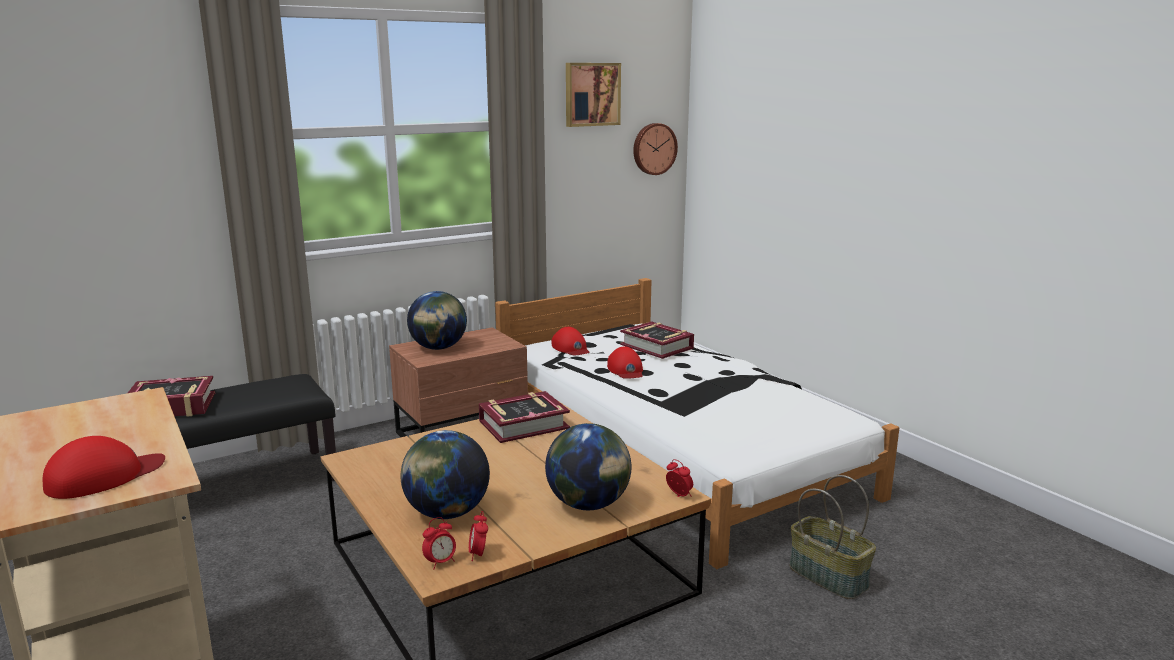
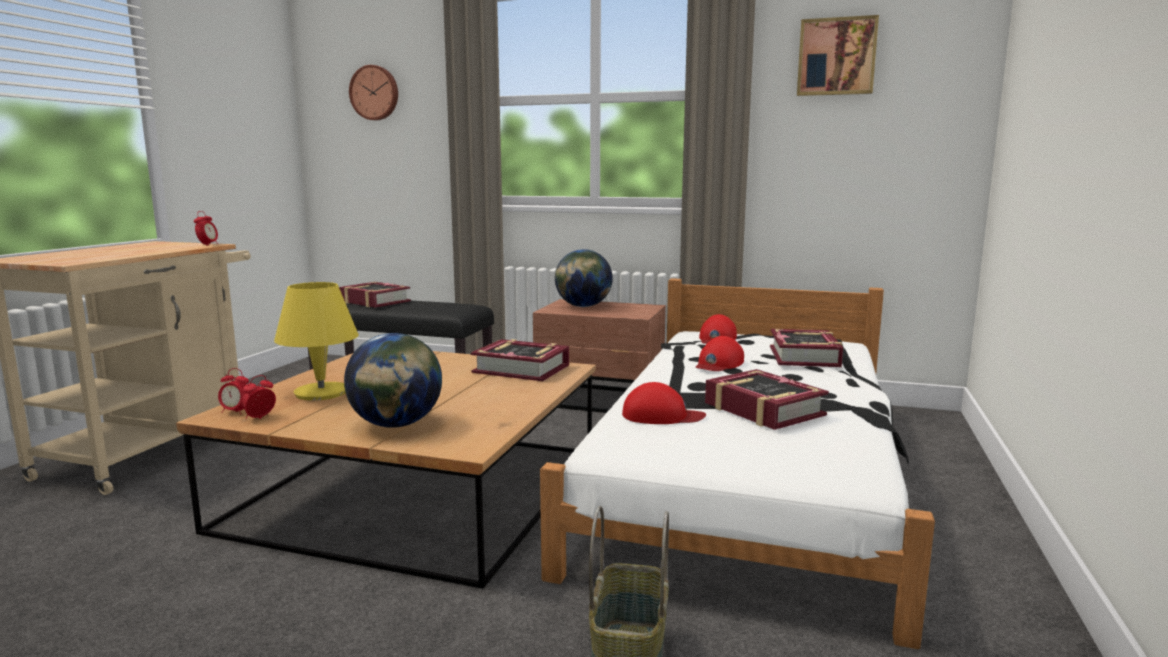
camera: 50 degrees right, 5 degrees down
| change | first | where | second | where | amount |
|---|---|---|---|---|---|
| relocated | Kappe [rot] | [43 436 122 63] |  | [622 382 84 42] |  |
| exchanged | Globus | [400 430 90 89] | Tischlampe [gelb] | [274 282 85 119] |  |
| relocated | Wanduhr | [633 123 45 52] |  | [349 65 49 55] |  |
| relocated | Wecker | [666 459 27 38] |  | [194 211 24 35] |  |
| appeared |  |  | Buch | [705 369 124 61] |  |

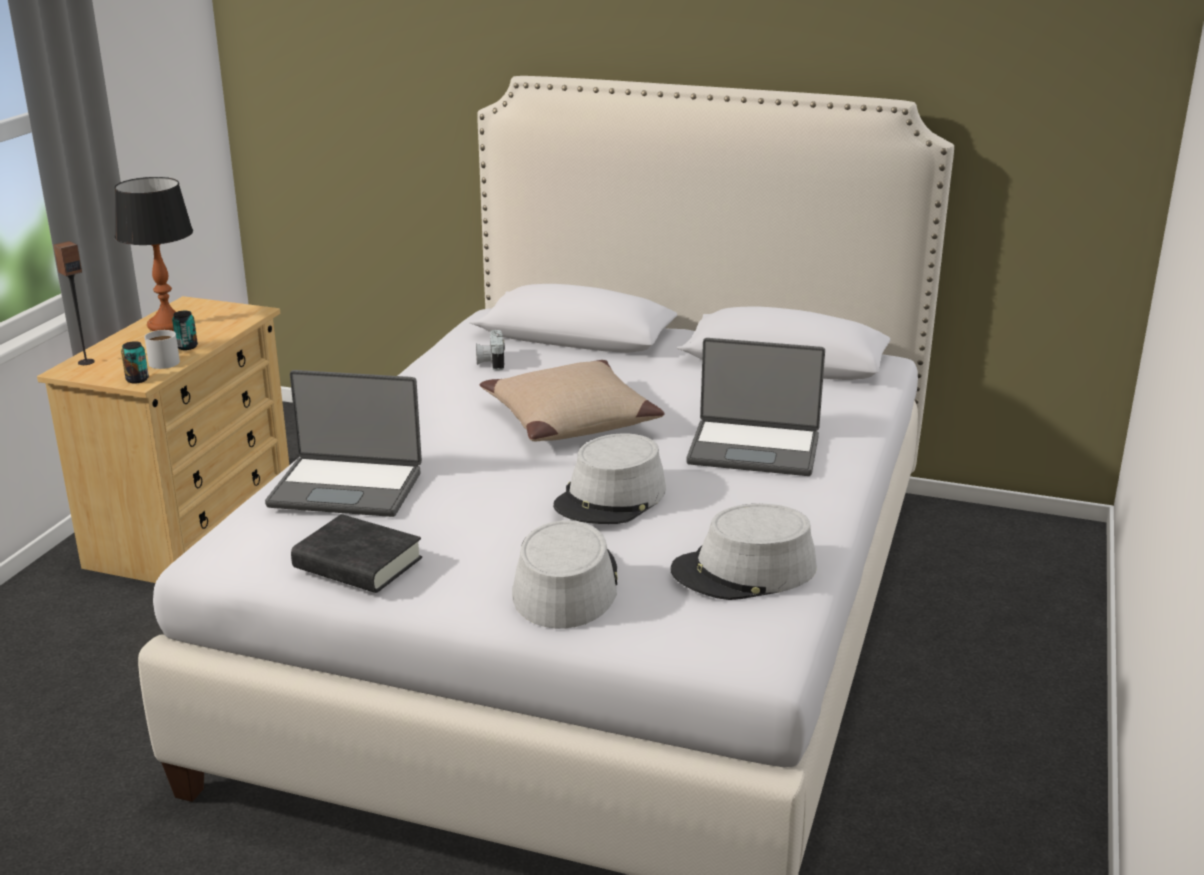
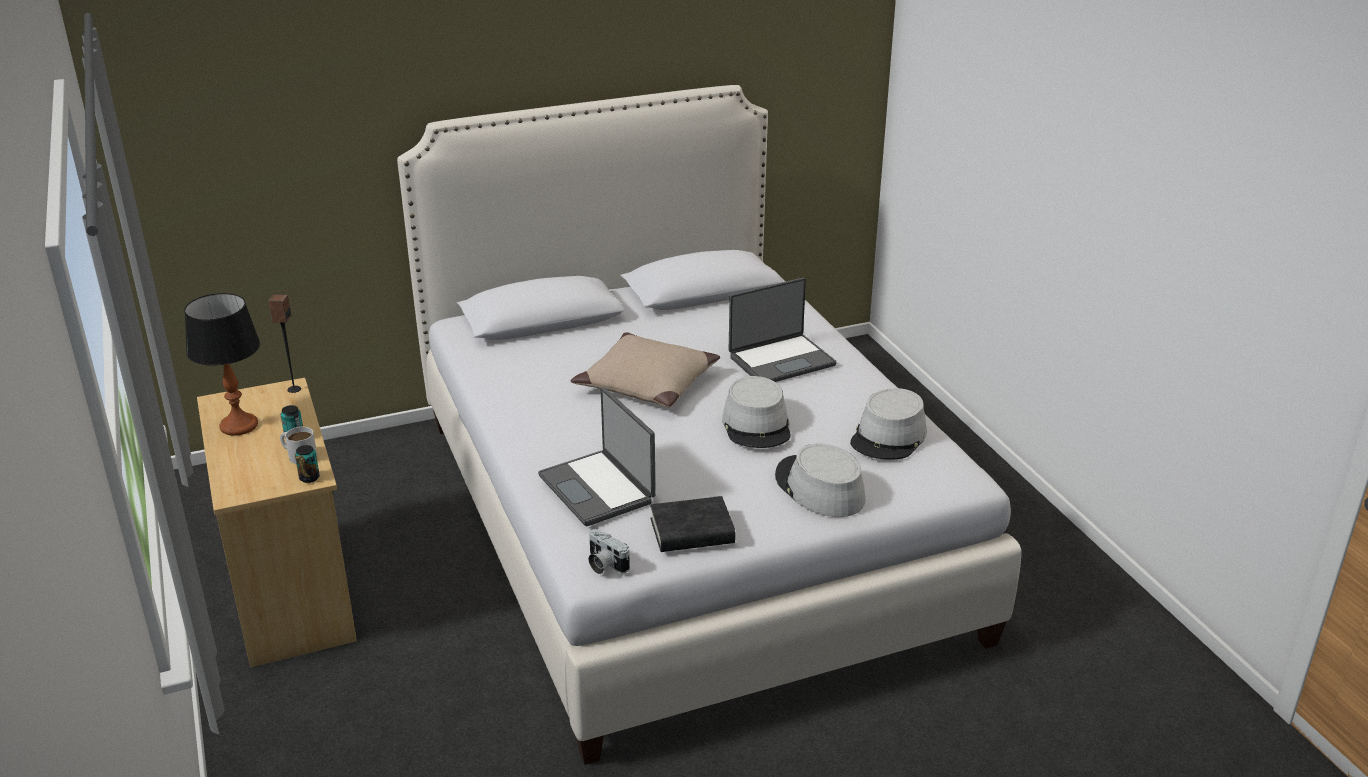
camera: 40 degrees left, 5 degrees up
| change | first | where | second | where | amount |
|---|---|---|---|---|---|
| relocated | Lautsprecher | [53 241 42 124] |  | [268 294 33 99] |  |
| spun | Laptop | [265 370 157 147] |  | [538 388 118 138] | 90 degrees clockwise |
| relocated | Kamera | [476 330 29 41] |  | [588 529 42 45] |  |

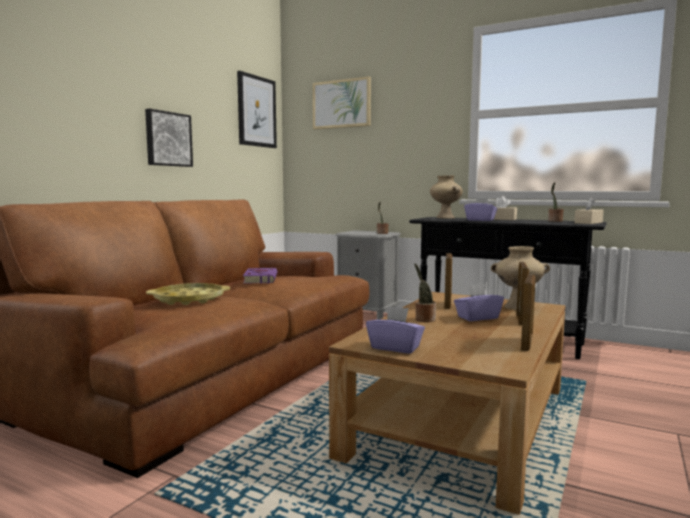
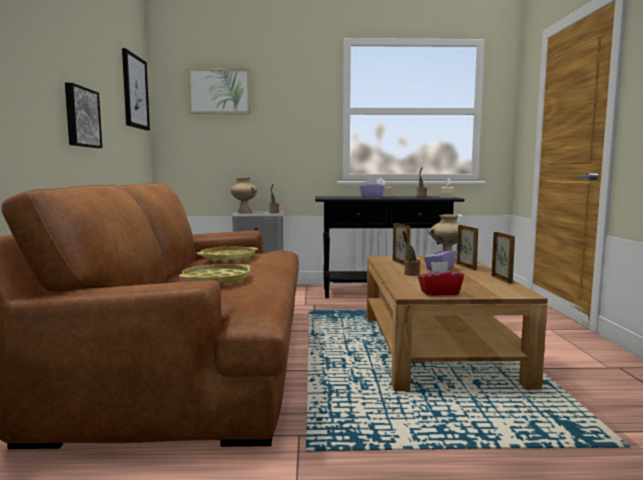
camera: 30 degrees left, 0 degrees up
| change | first | where | second | where | amount |
|---|---|---|---|---|---|
| exchanged | Buch [lila] | [243 268 34 16] | Tablett [gelb] | [197 247 61 15] |  |
| colour | Taschentuchbox [lila] | [366 306 59 48] | Taschentuchbox [rot] | [418 262 46 34] |  |
| relocated | Vase [beige] | [430 175 33 44] |  | [230 178 27 35] |  |

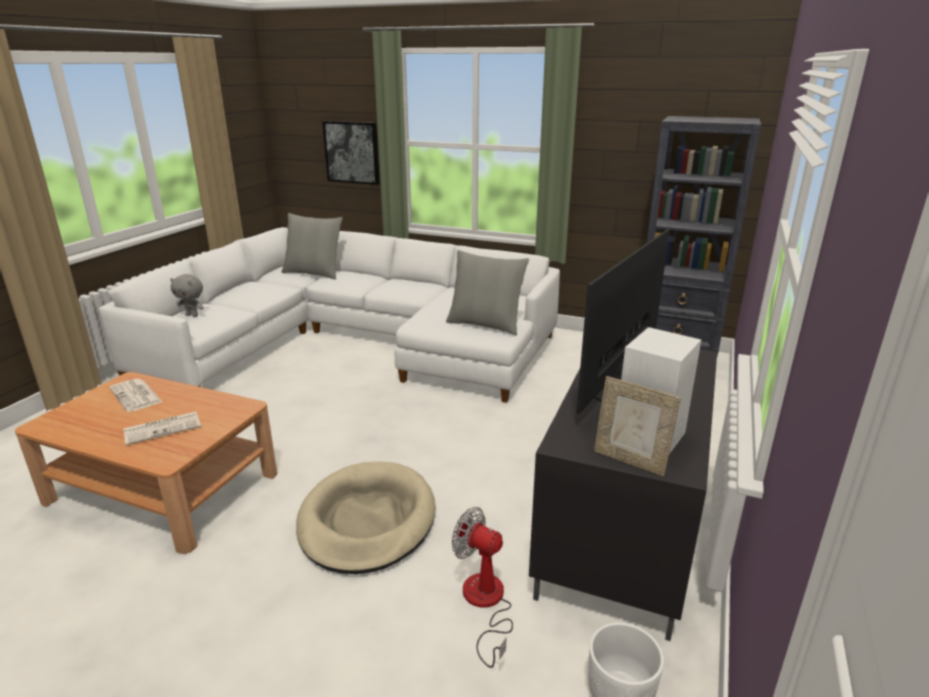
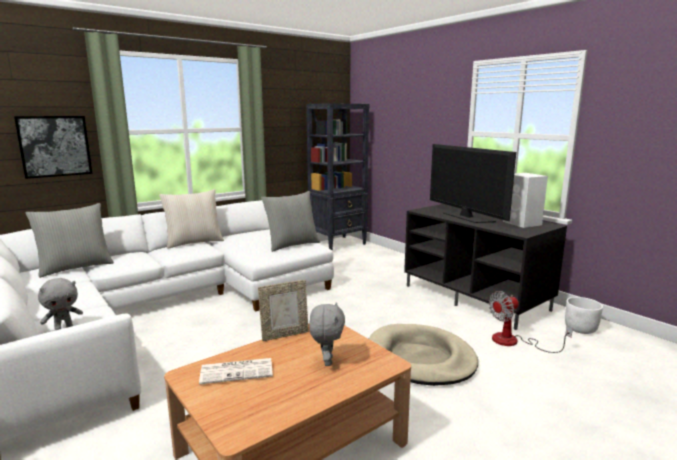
camera: 60 degrees left, 10 degrees down
| change | first | where | second | where | amount |
|---|---|---|---|---|---|
| exchanged | Zeitung | [124 412 77 33] | Plüschtier [grau] | [309 302 36 64] |  |
| relocated | Bilderrahmen | [594 376 87 100] |  | [258 280 51 61] |  |
| appeared |  |  | Kissen [beige] | [159 189 65 60] |  |

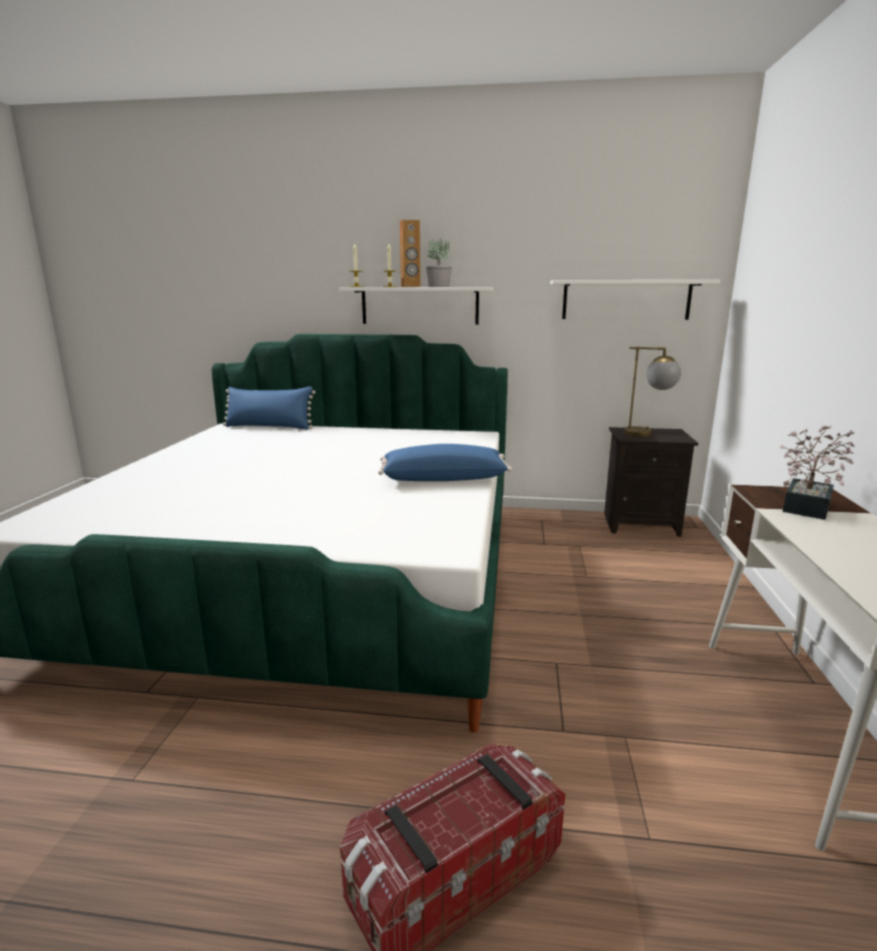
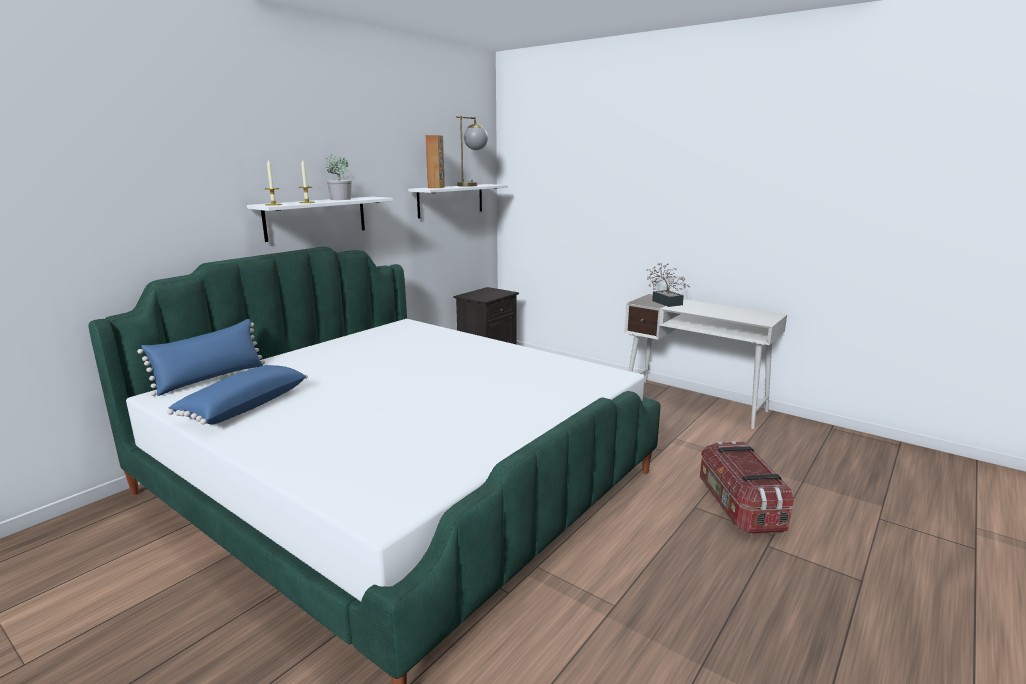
camera: 60 degrees left, 0 degrees up
| change | first | where | second | where | amount |
|---|---|---|---|---|---|
| relocated | Kissen [blau] | [378 444 134 37] |  | [167 365 141 60] |  |
| relocated | Lautsprecher [braun] | [400 220 21 67] |  | [426 135 19 53] |  |
| relocated | Tischlampe | [624 346 57 91] |  | [456 116 32 70] |  |

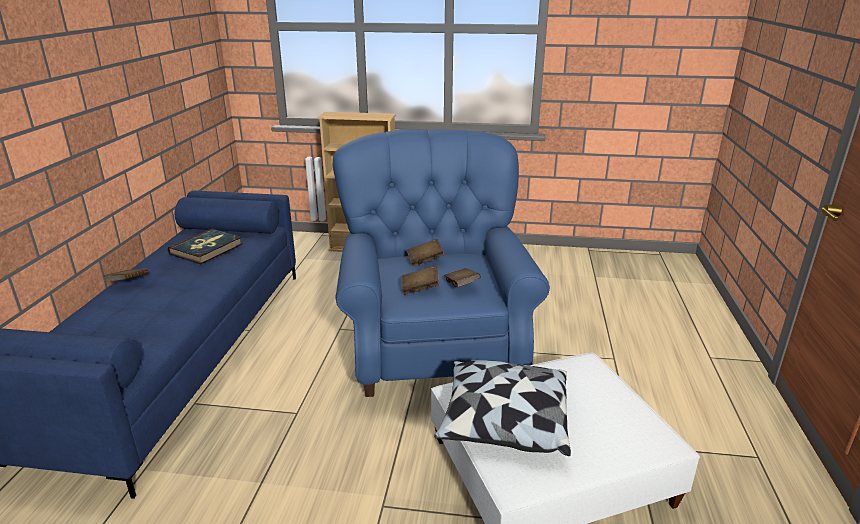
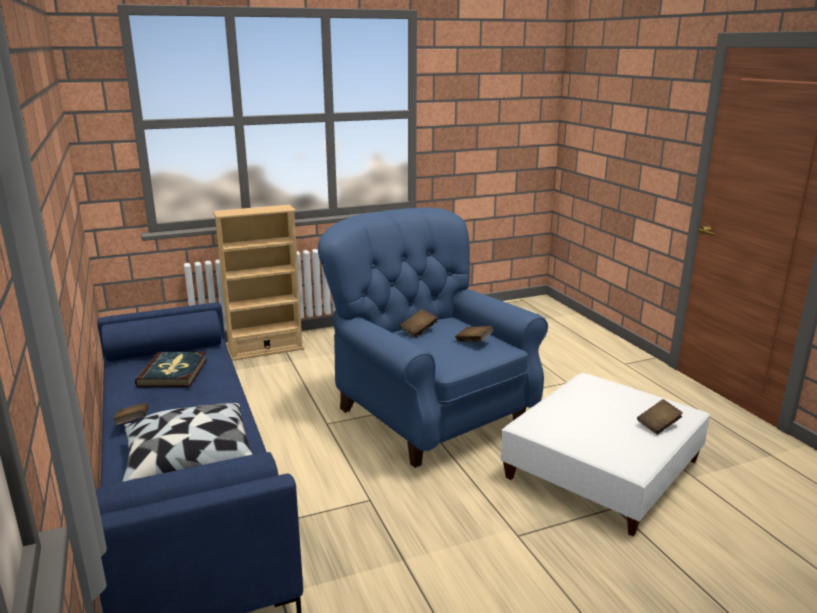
camera: 30 degrees left, 5 degrees down
| change | first | where | second | where | amount |
|---|---|---|---|---|---|
| relocated | Buch [braun] | [402 266 37 29] |  | [637 399 46 36] |  |
| relocated | Kissen | [434 360 137 96] |  | [122 403 131 79] |  |

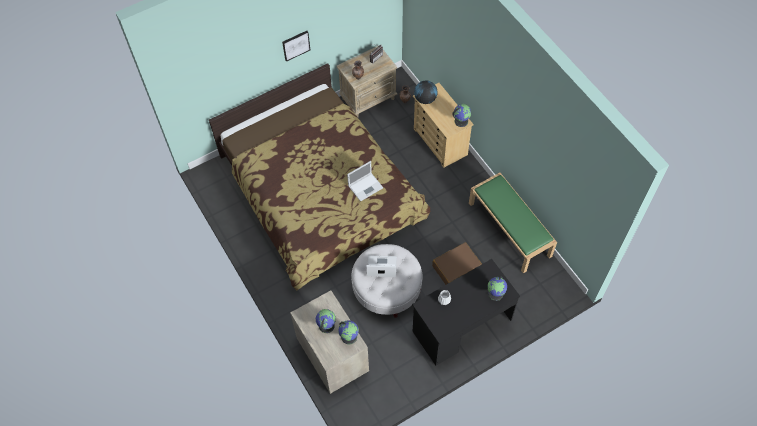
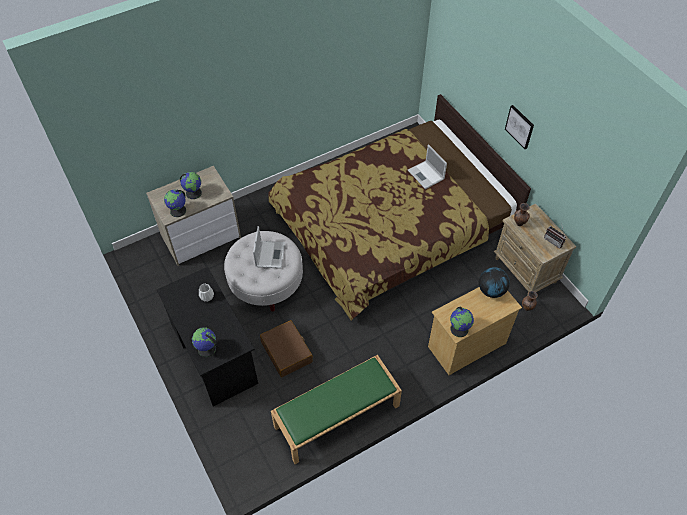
camera: 90 degrees right, 5 degrees down
| change | first | where | second | where | amount |
|---|---|---|---|---|---|
| relocated | Laptop | [347 161 36 41] |  | [408 145 39 44] |  |

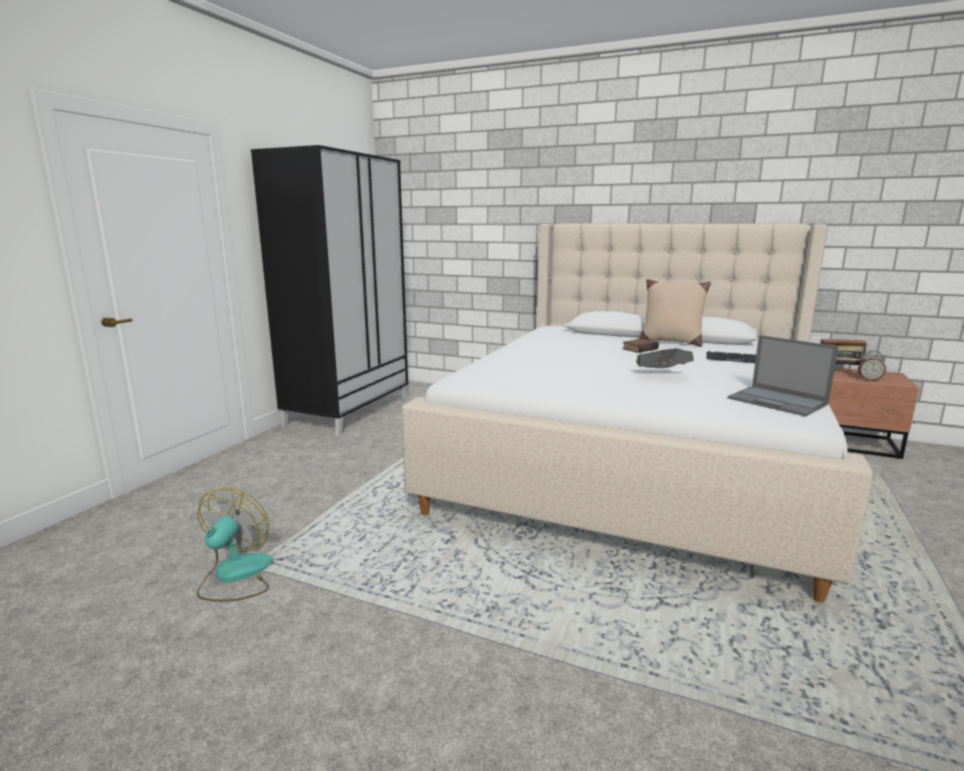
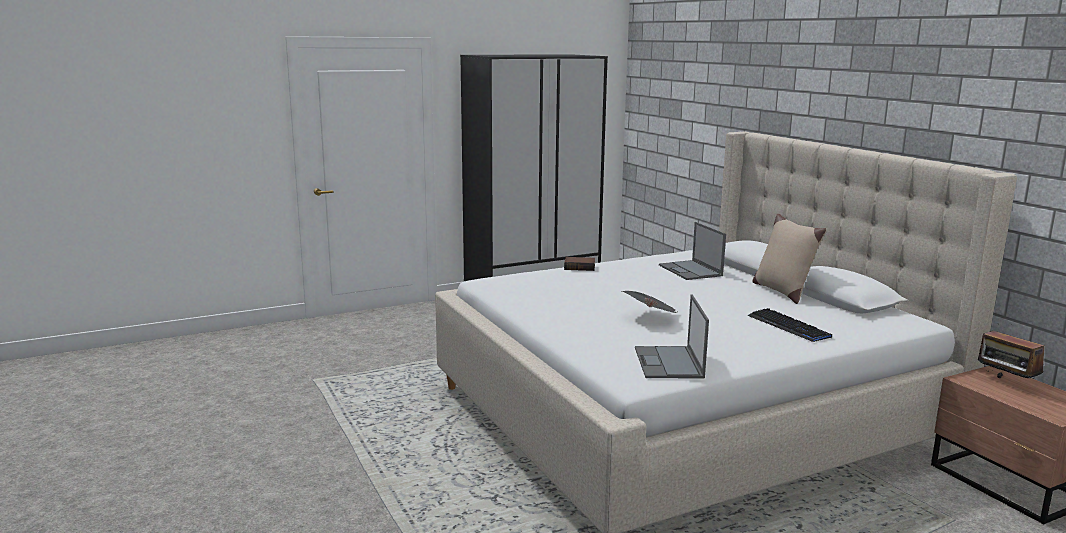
camera: 40 degrees right, 0 degrees up
| change | first | where | second | where | amount |
|---|---|---|---|---|---|
| missing | Ventilator | [197 488 76 114] |  |  |  |
| relocated | Buch | [622 339 37 14] |  | [564 257 31 14] |  |
| missing | Wecker | [858 351 28 30] |  |  |  |
| appeared |  |  | Laptop | [659 222 67 58] |  |

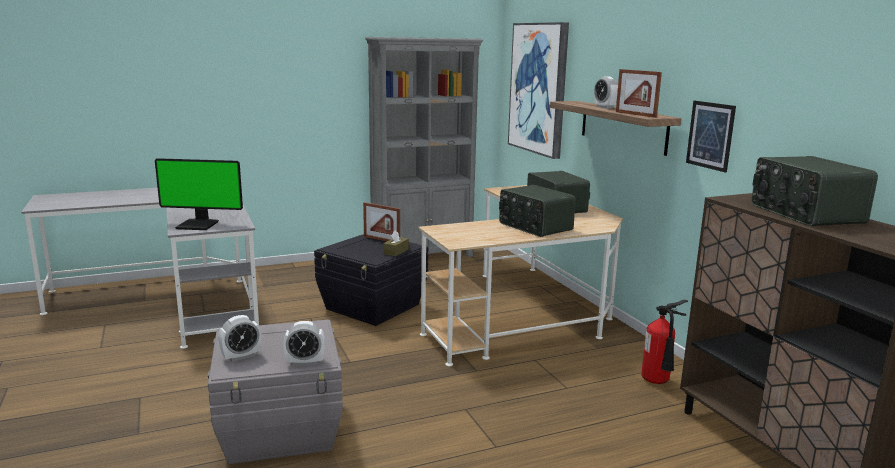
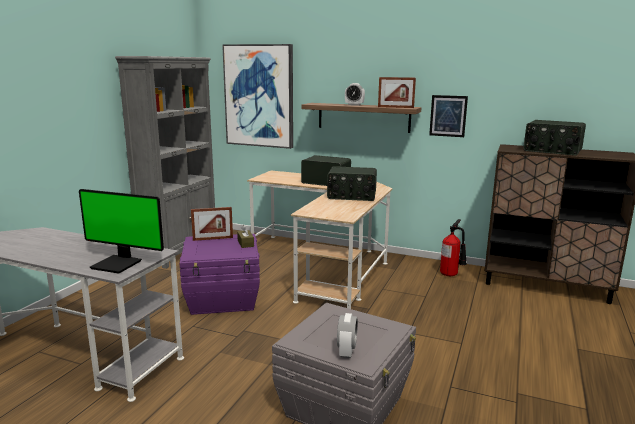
camera: 45 degrees left, 0 degrees up
| change | first | where | second | where | amount |
|---|---|---|---|---|---|
| spun | Monitor | [155 158 88 72] |  | [79 189 85 85] | 60 degrees clockwise |
| missing | Wecker | [283 321 42 45] |  |  |  |
| colour | Aufbewahrungsbox [schwarz] | [314 234 114 92] | Aufbewahrungsbox [lila] | [180 234 80 81] |  |

